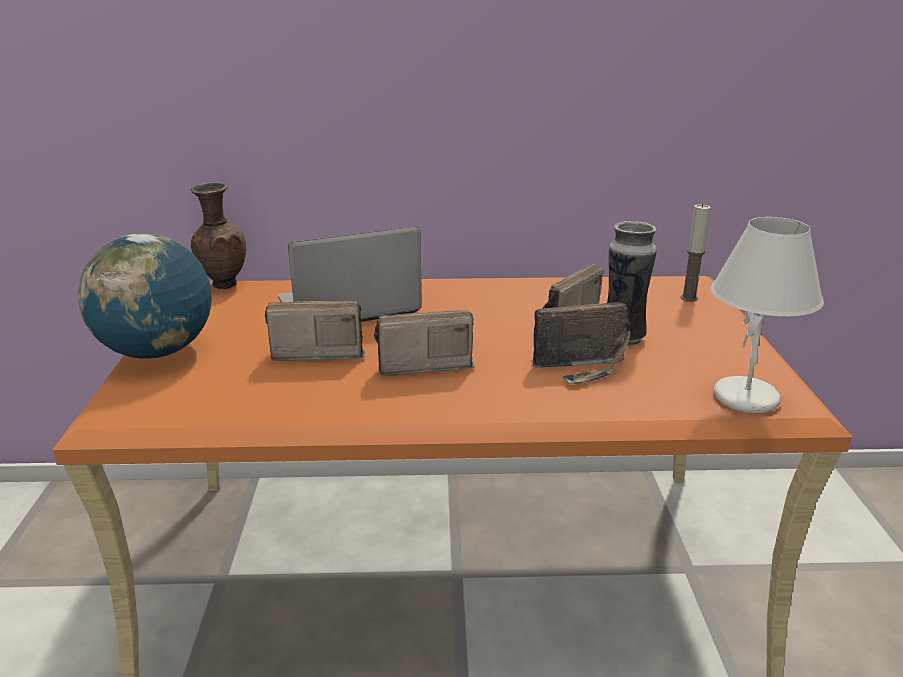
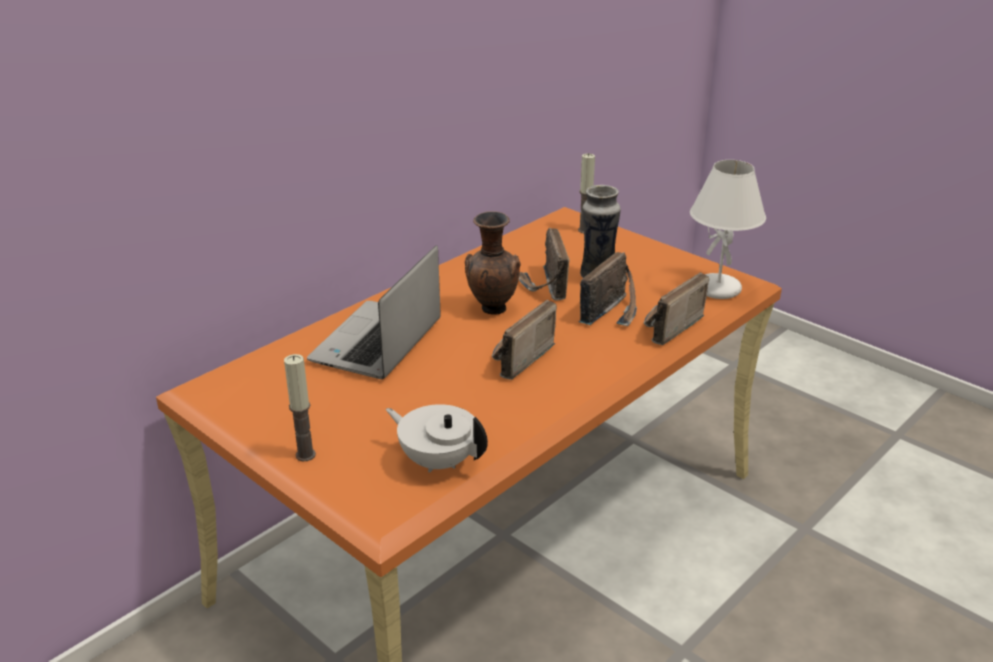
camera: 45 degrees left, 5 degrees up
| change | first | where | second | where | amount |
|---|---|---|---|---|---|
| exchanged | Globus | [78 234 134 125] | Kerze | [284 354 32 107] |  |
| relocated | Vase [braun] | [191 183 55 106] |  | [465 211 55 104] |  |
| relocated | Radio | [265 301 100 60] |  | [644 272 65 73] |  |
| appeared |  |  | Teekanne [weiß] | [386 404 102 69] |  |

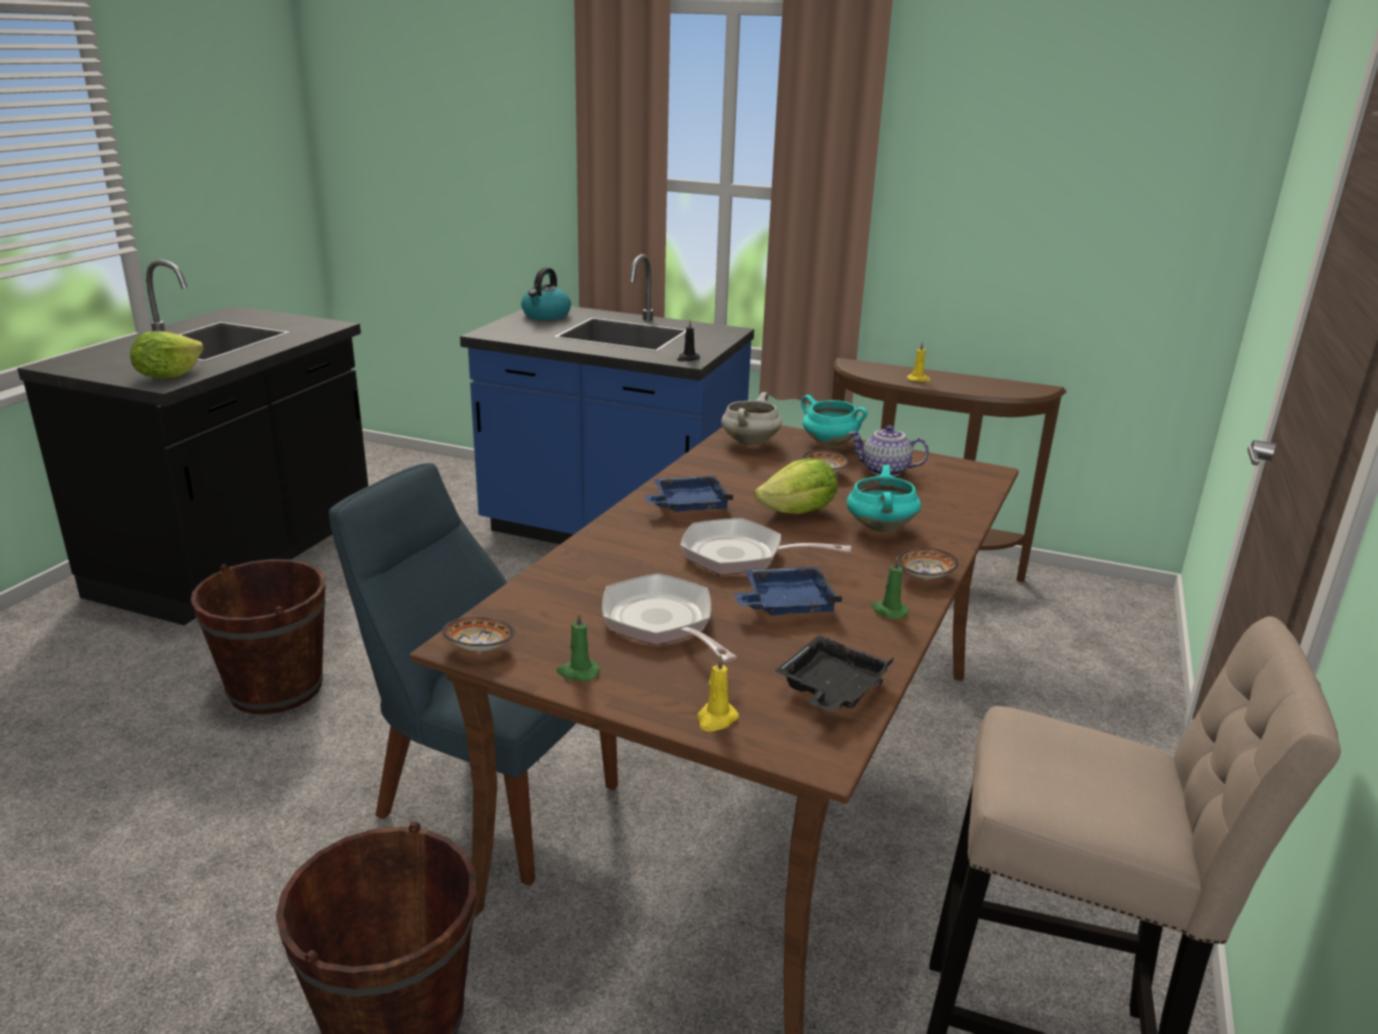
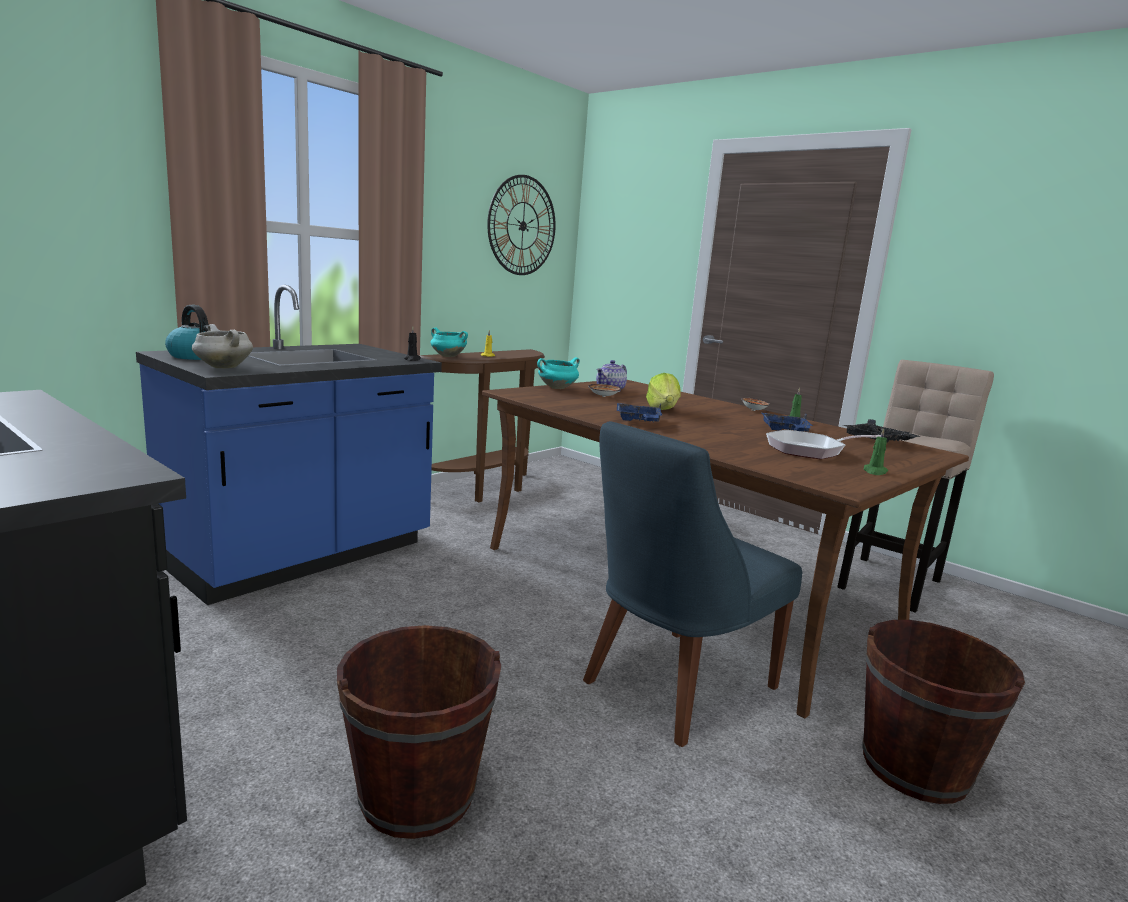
camera: 70 degrees left, 10 degrees down
| change | first | where | second | where | amount |
|---|---|---|---|---|---|
| missing | Salatkopf | [130 331 74 47] |  |  |  |
| missing | Schüssel | [442 617 73 34] |  |  |  |
| missing | Pfanne | [680 518 171 57] |  |  |  |
| missing | Kerze [gelb] | [697 654 42 78] |  |  |  |
| relocated | Kochtopf [weiß] | [721 392 61 54] |  | [192 324 61 45] |  |
| relocated | Kochtopf [türkis] | [847 465 74 67] |  | [430 328 38 29] |  |
| appeared |  |  | Wanduhr | [487 175 69 100] |  |

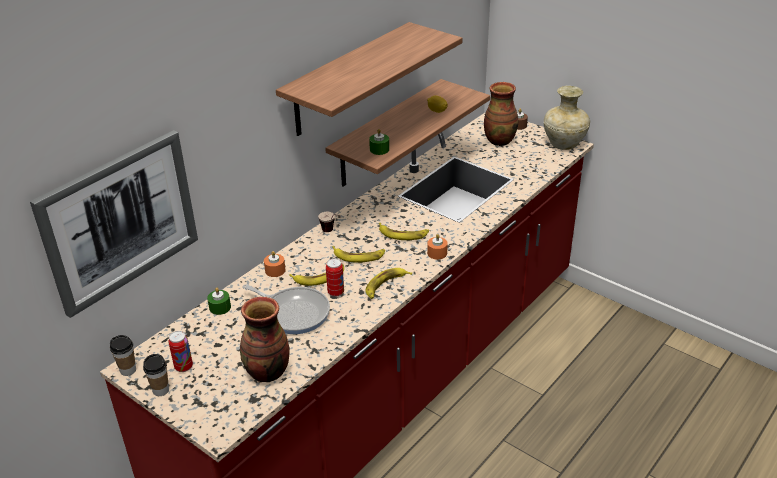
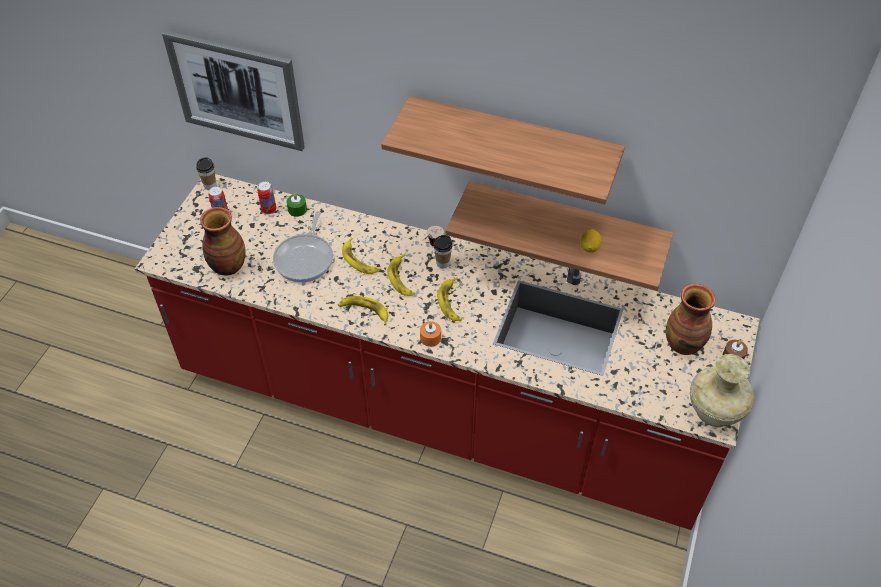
camera: 70 degrees right, 15 degrees up
| change | first | where | second | where | amount |
|---|---|---|---|---|---|
| relocated | Tasse | [143 354 26 42] |  | [433 235 20 33] |  |
| missing | Kerze [orange] | [264 251 22 26] |  |  |  |
| relocated | Dose | [326 258 18 39] |  | [257 181 19 33] |  |
| missing | Kerze [grün] | [369 129 20 26] |  |  |  |

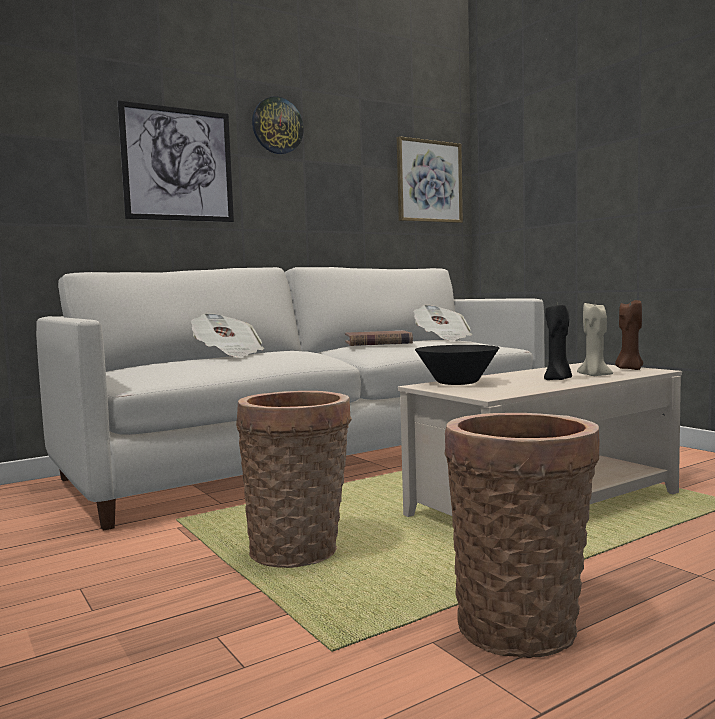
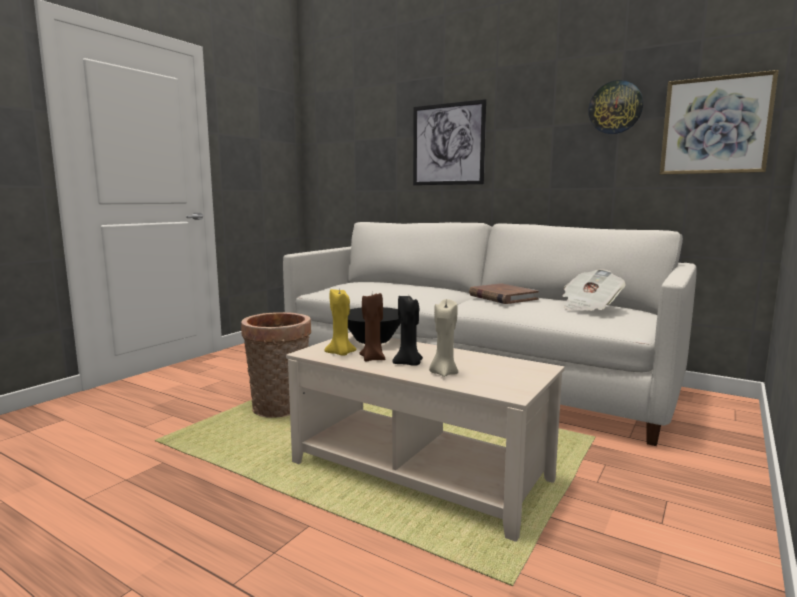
camera: 65 degrees right, 5 degrees up
| change | first | where | second | where | amount |
|---|---|---|---|---|---|
| missing | Zeitung | [191 313 73 44] |  |  |  |
| relocated | Wanduhr | [252 96 52 58] |  | [588 80 55 54] |  |
| missing | Korb | [444 413 155 245] |  |  |  |
| relocated | Kerze [braun] | [615 298 28 72] |  | [359 293 26 69] |  |
| appeared |  |  | Kerze [gelb] | [325 289 32 67] |  |

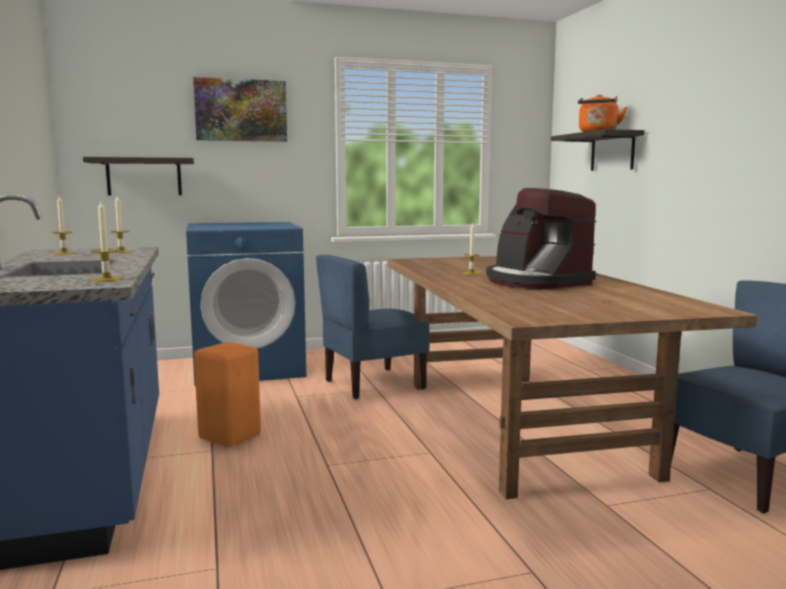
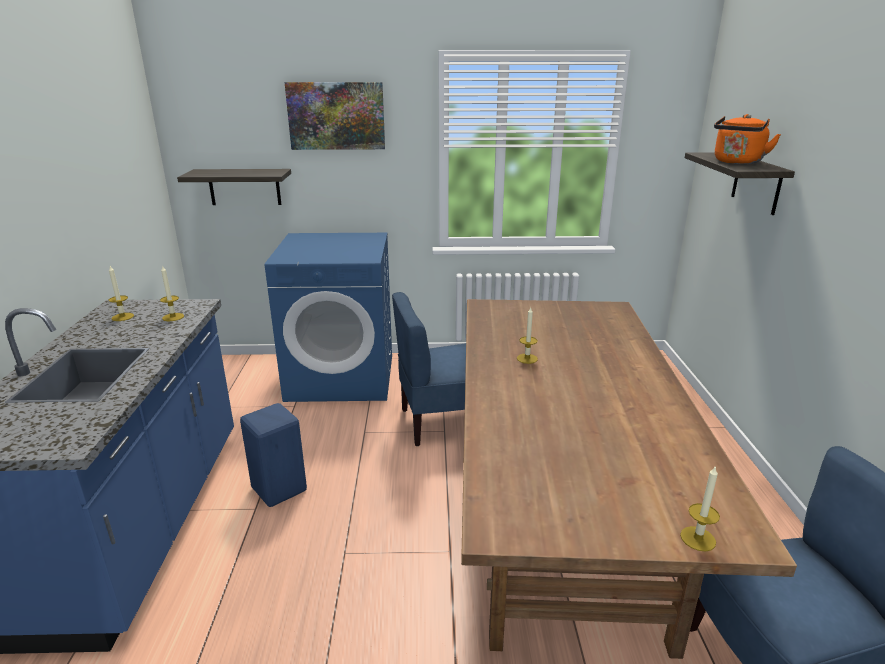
camera: 15 degrees right, 15 degrees up
| change | first | where | second | where | amount |
|---|---|---|---|---|---|
| relocated | Kerze | [91 201 32 81] |  | [680 465 40 87] |  |
| colour | Hocker [orange] | [194 342 67 105] | Hocker [blau] | [240 403 67 104] |  |
| missing | Kaffeemaschine | [486 188 110 101] |  |  |  |

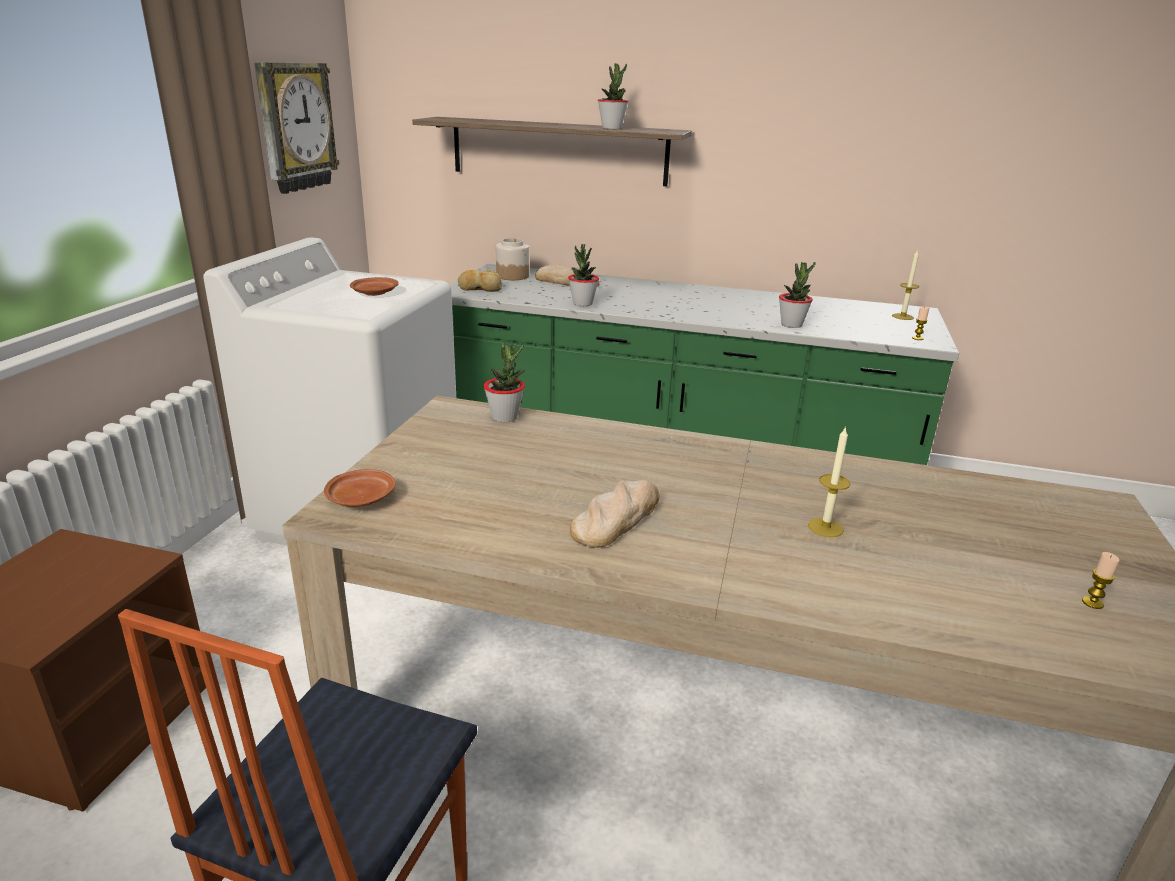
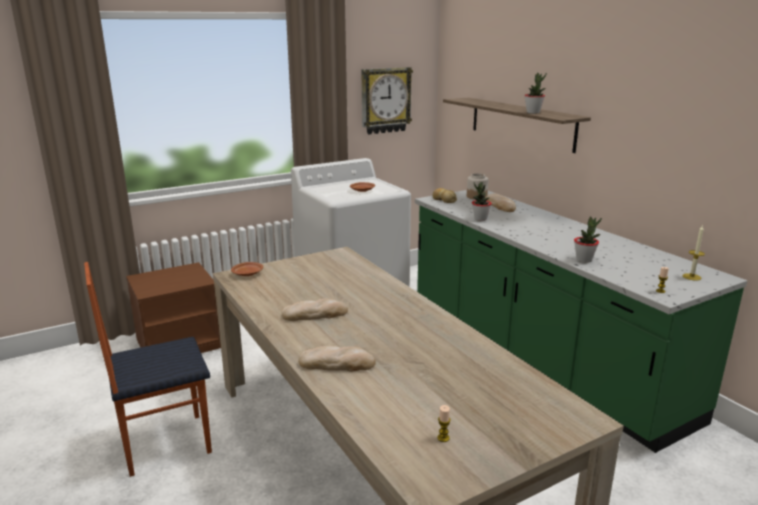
camera: 45 degrees right, 5 degrees down
| change | first | where | second | where | amount |
|---|---|---|---|---|---|
| missing | Topfpflanze | [484 343 41 79] |  |  |  |
| missing | Kerze | [808 426 42 111] |  |  |  |
| appeared |  |  | Brot | [298 346 78 26] |  |

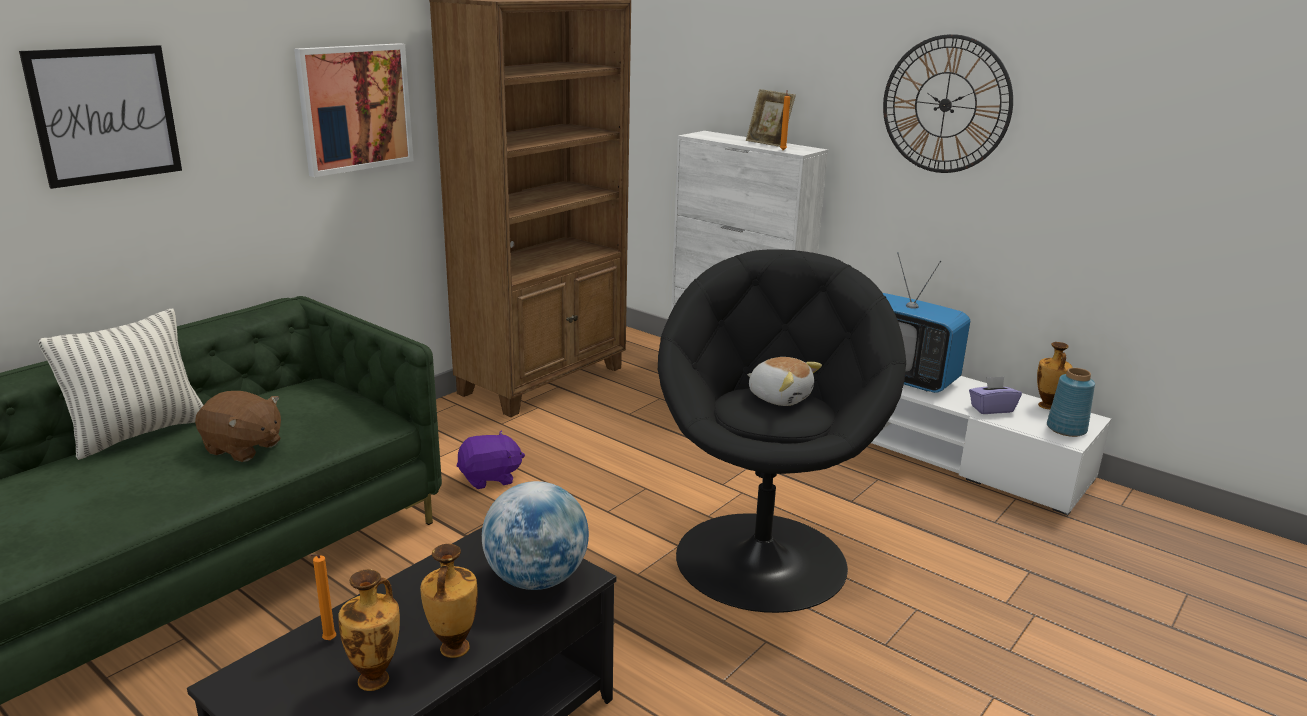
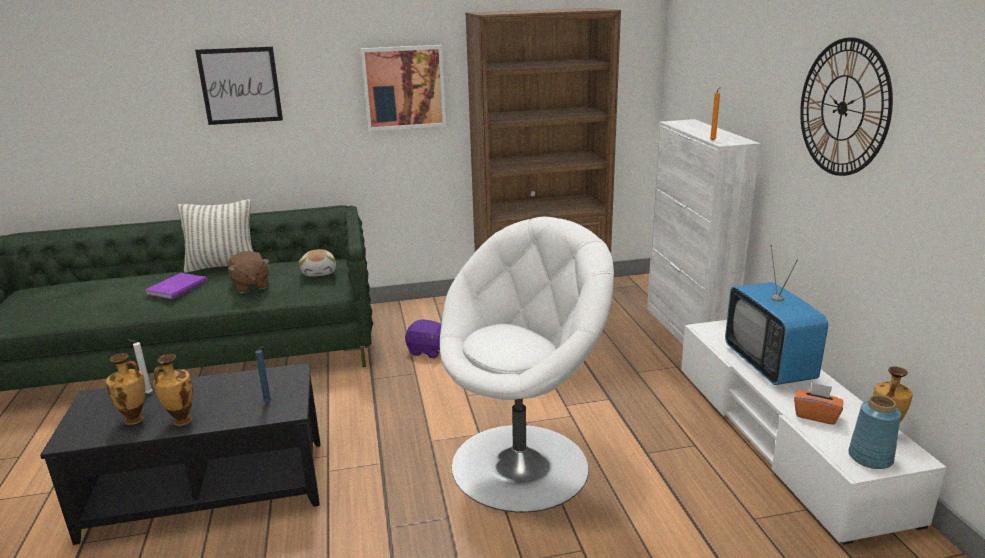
camera: 40 degrees right, 0 degrees up
| change | first | where | second | where | amount |
|---|---|---|---|---|---|
| colour | Kerze [orange] | [309 554 27 86] | Kerze [weiß] | [128 339 24 55] |  |
| exchanged | Globus | [482 481 107 109] | Kerze [blau] | [255 346 16 57] |  |
| colour | Sessel [schwarz] | [658 249 248 364] | Sessel [weiß] | [440 217 174 296] |  |
| missing | Bilderrahmen | [746 89 50 58] |  |  |  |
| relocated | Plüschtier | [747 357 75 49] |  | [299 249 37 28] |  |
| colour | Taschentuchbox [lila] | [969 376 53 38] | Taschentuchbox [orange] | [794 382 49 43] |  |
| appeared |  |  | Buch [lila] | [145 273 62 26] |  |

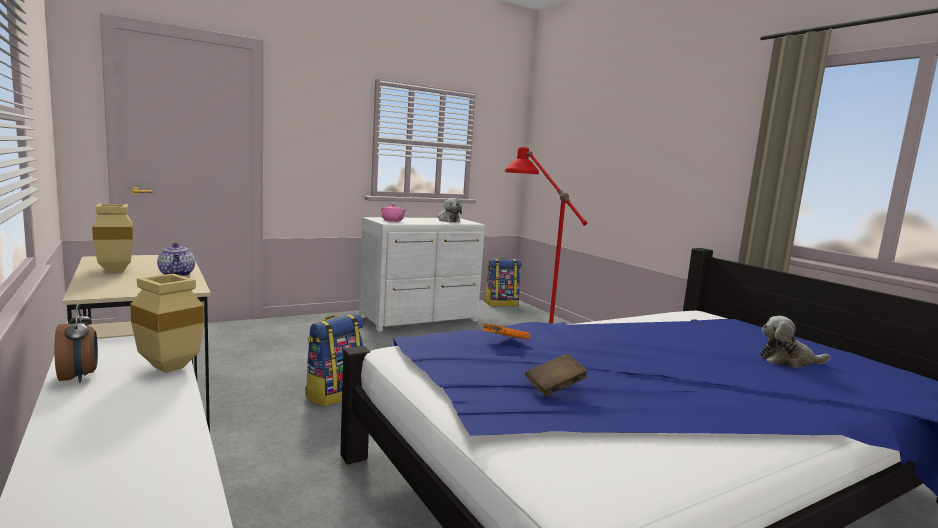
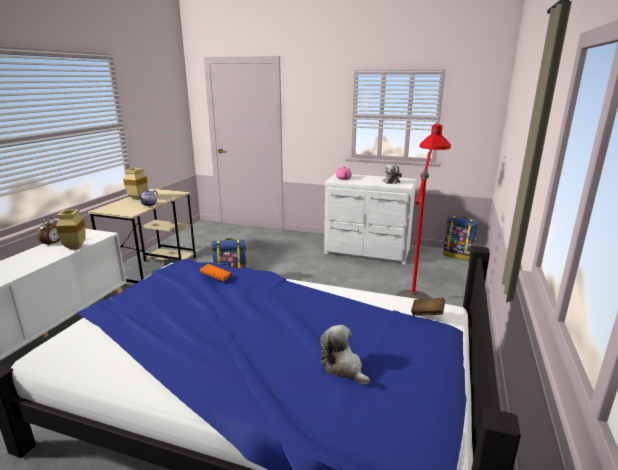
camera: 50 degrees right, 10 degrees up
| change | first | where | second | where | amount |
|---|---|---|---|---|---|
| relocated | Buch [braun] | [525 354 63 42] |  | [411 298 34 18] |  |

